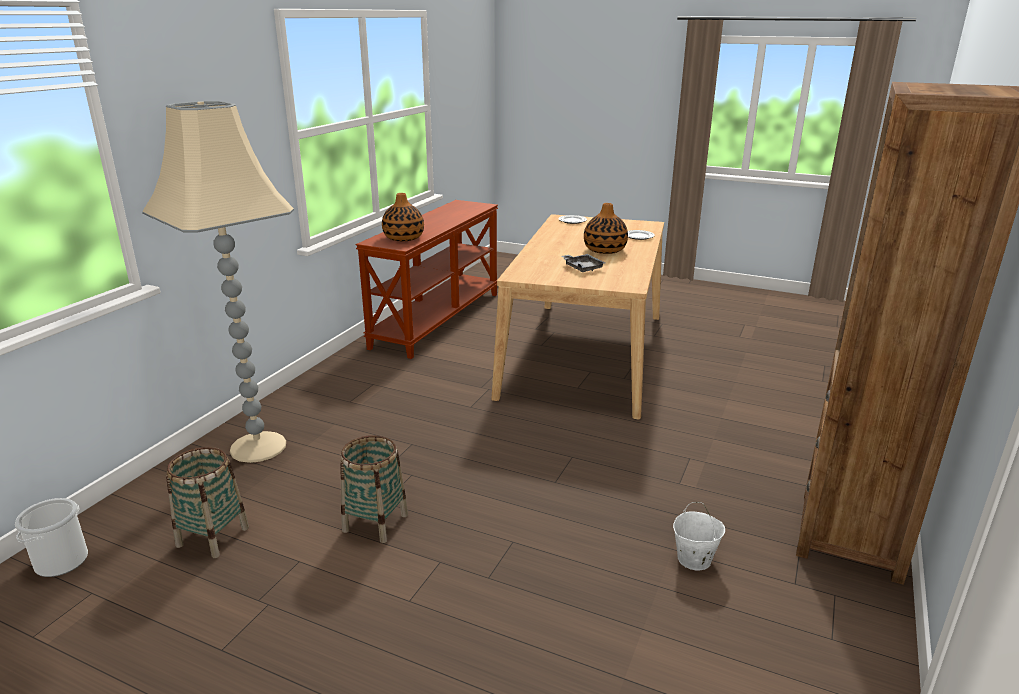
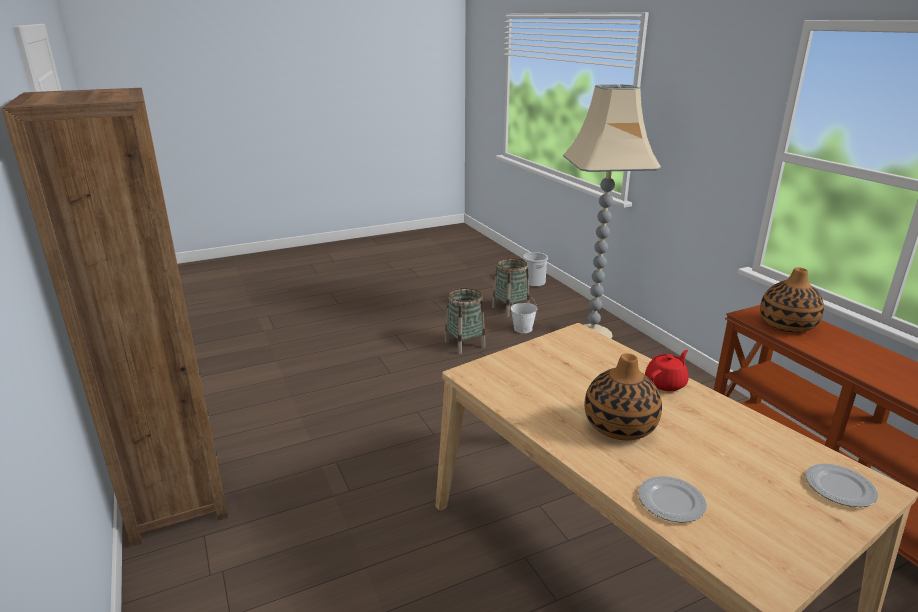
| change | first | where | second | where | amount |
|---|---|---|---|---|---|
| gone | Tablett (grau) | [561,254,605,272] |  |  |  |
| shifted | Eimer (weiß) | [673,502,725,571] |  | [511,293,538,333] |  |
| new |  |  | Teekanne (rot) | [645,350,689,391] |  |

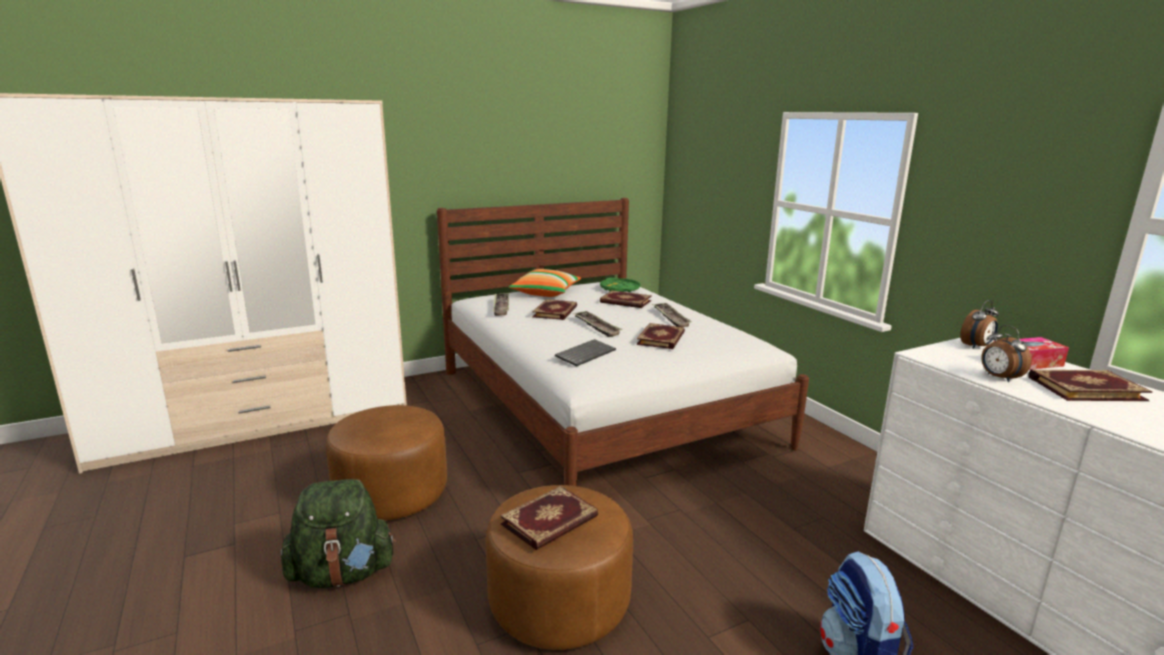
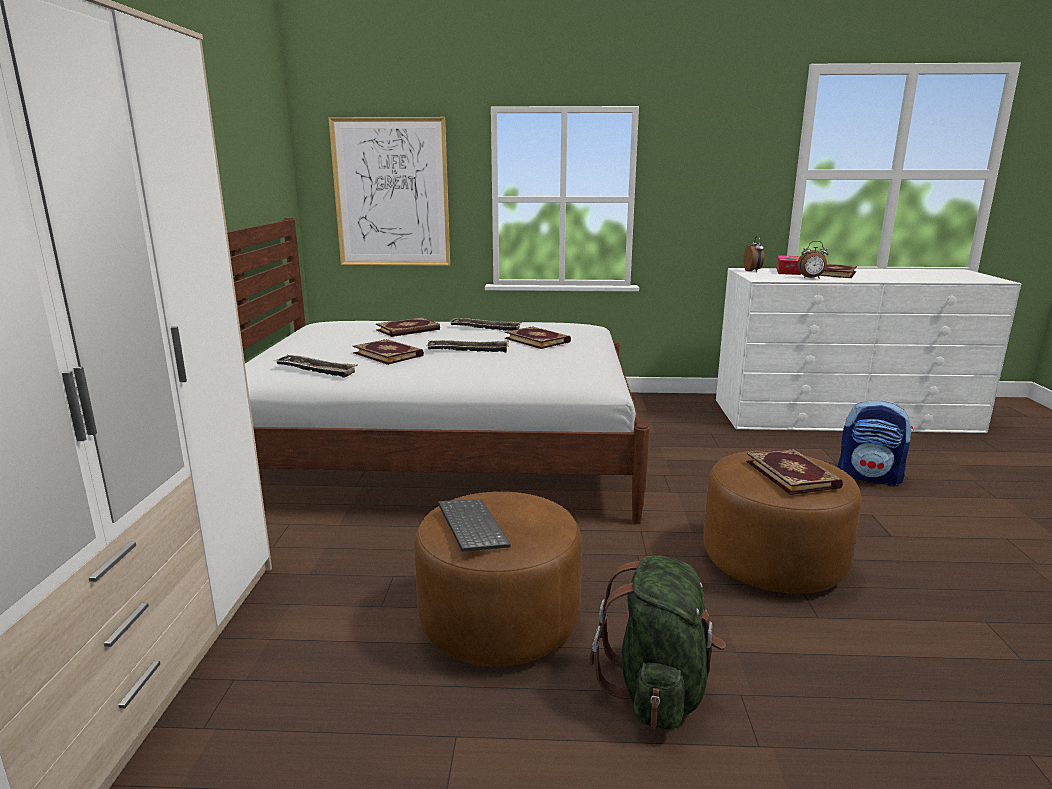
| change | first | where | second | where | amount |
|---|---|---|---|---|---|
| gone | Kissen | [509,269,581,297] |  |  |  |
| gone | Tablett (grün) | [600,278,641,292] |  |  |  |
| shifted | Tastatur | [555,339,616,366] |  | [438,499,511,552] |  |
| new |  |  | Bild | [328,117,450,266] |  |

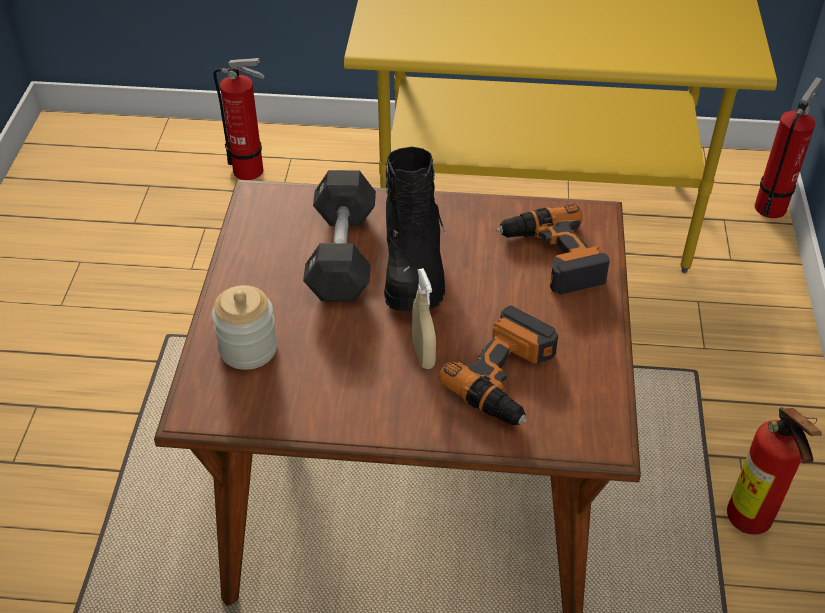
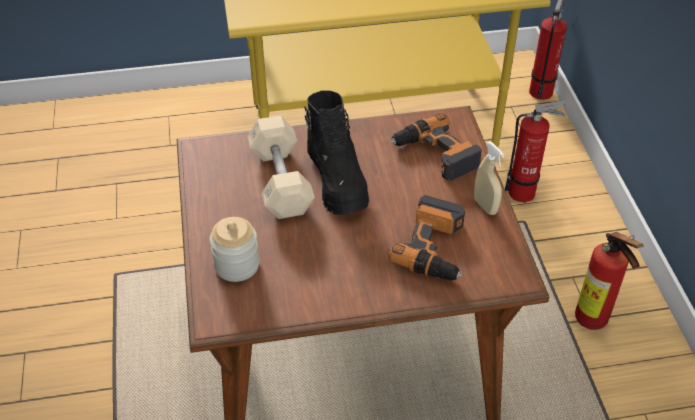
| change | first | where | second | where | amount |
|---|---|---|---|---|---|
| shifted | Feuerlöscher | [214,58,265,180] |  | [505,100,565,202] |  |
| repainted | Hantel (schwarz) | [303,170,376,302] | Hantel (beige) | [247,115,315,219] |  |
| shifted | Sprühflasche (beige) | [412,268,436,369] |  | [474,142,505,215] |  |

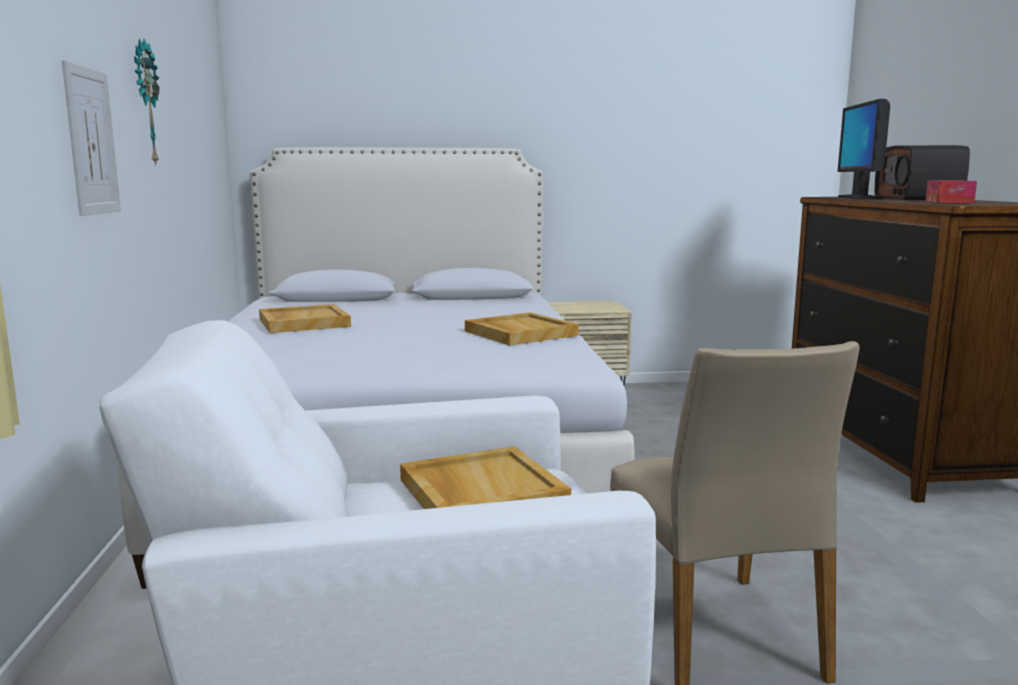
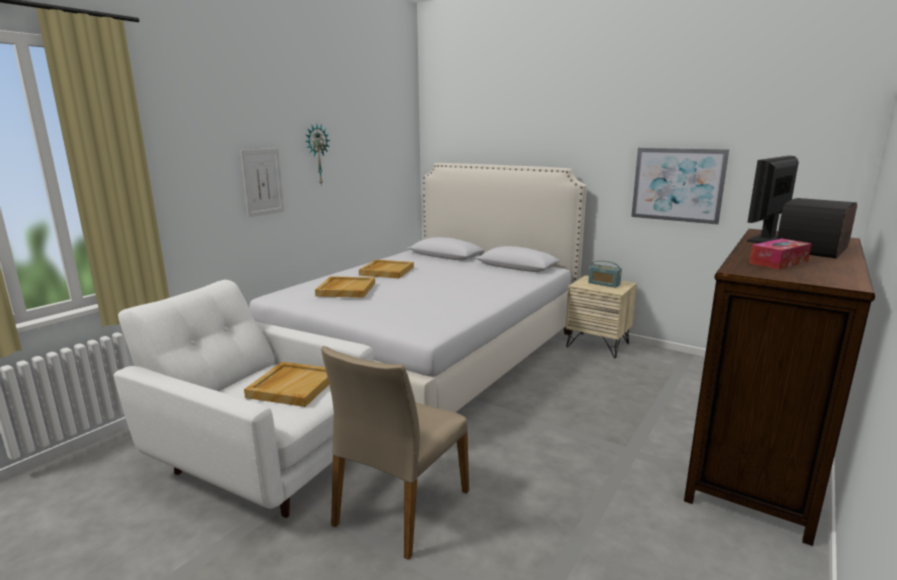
| change | first | where | second | where | amount |
|---|---|---|---|---|---|
| shifted | Tablett (beige) | [465,312,579,346] |  | [315,276,375,298] |  |
| new |  |  | Bild | [631,148,729,224] |  |
| new |  |  | Radio | [588,260,622,288] |  |

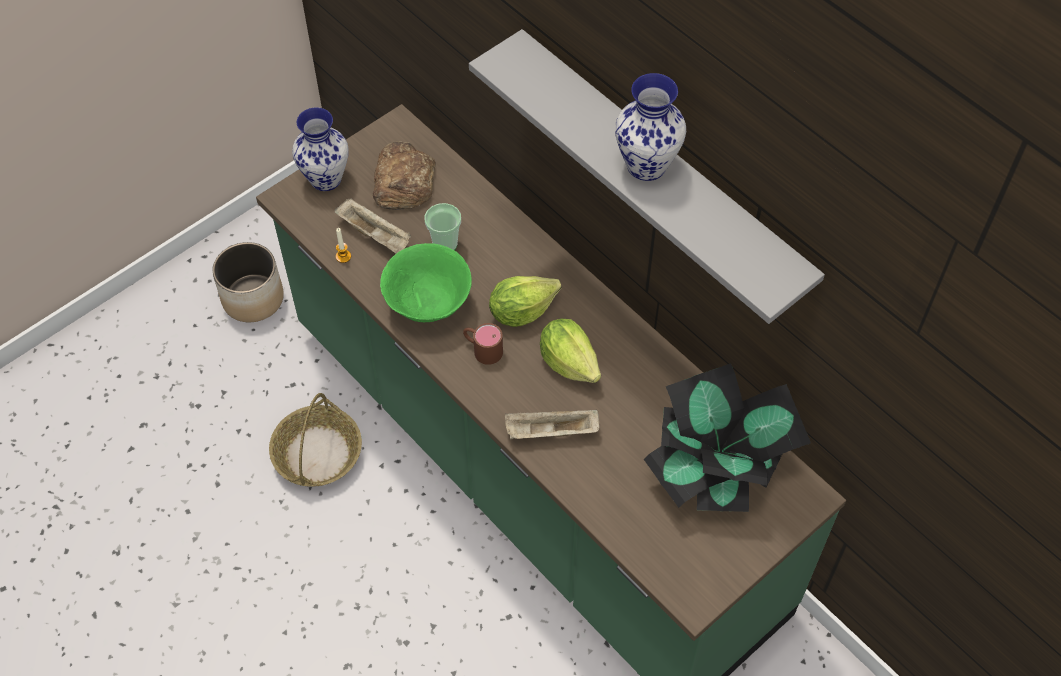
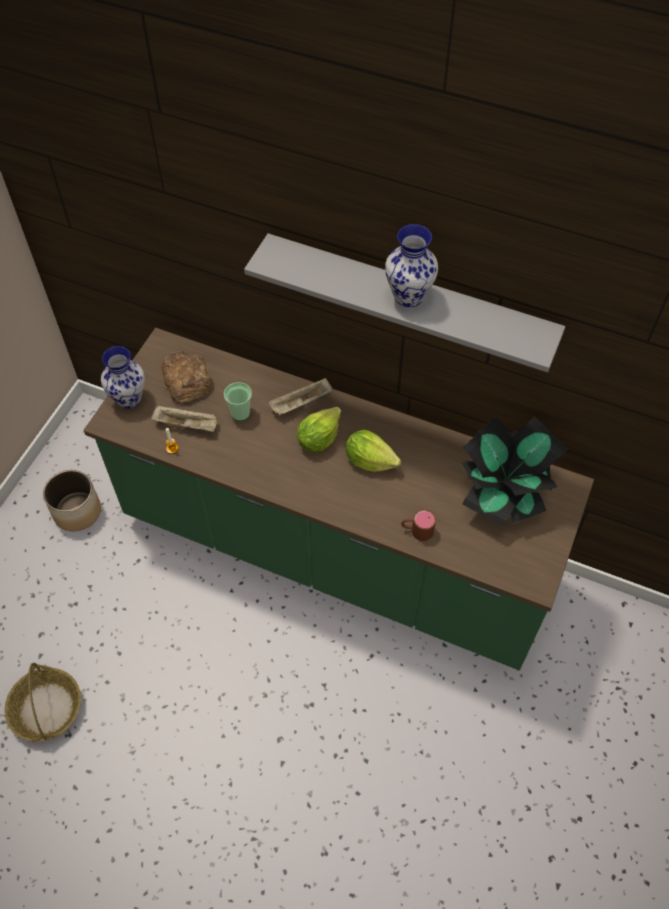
| change | first | where | second | where | amount |
|---|---|---|---|---|---|
| gone | Schüssel (grün) | [380,243,472,322] |  |  |  |
| shifted | Henkelbecher (braun) | [463,323,503,365] |  | [401,509,436,541] |  |
| shifted | Korb | [269,393,362,487] |  | [5,663,81,742] |  |
| shifted | Tablett (beige) | [505,409,600,439] |  | [268,378,332,416] |  |

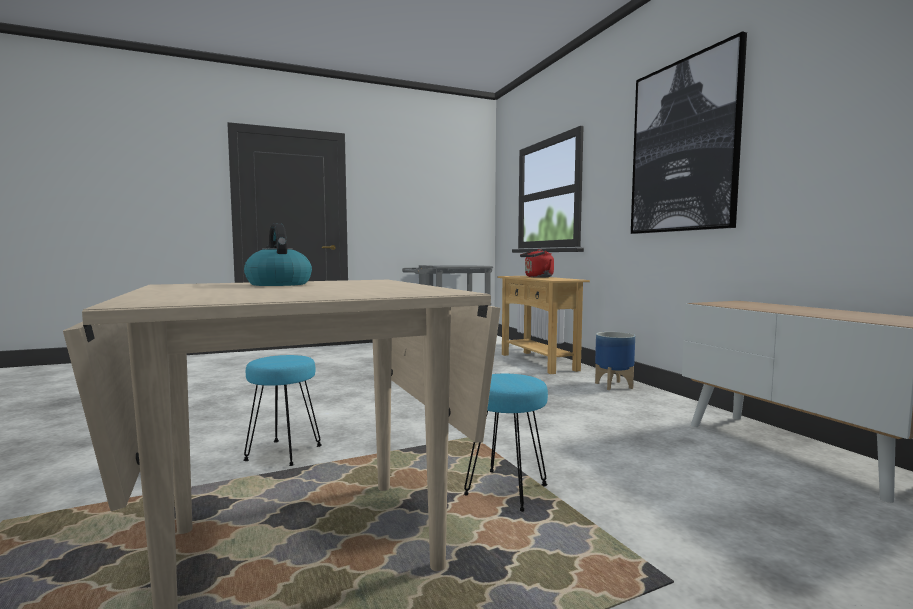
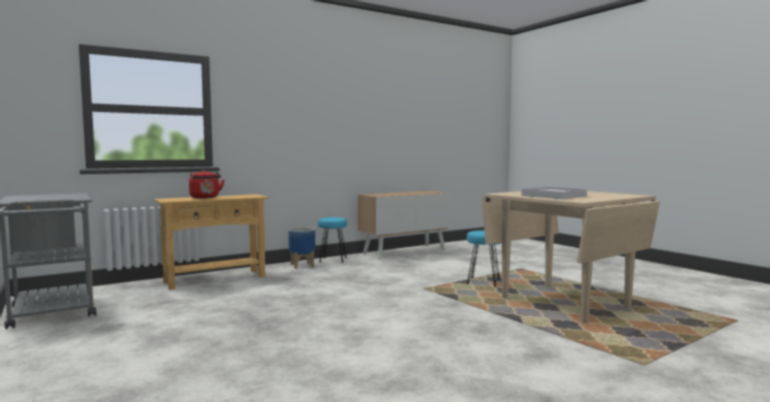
| change | first | where | second | where | amount |
|---|---|---|---|---|---|
| gone | Bild | [631,31,747,234] |  |  |  |
| swapped | Wasserkessel | [244,223,312,286] | Tablett (weiß) | [521,187,587,199] |  |
| shifted | Hocker (türkis) | [243,355,322,466] |  | [318,217,347,263] |  |

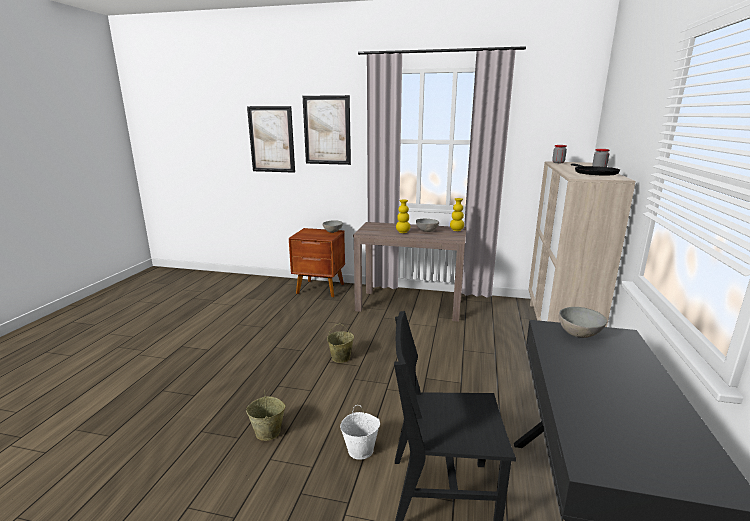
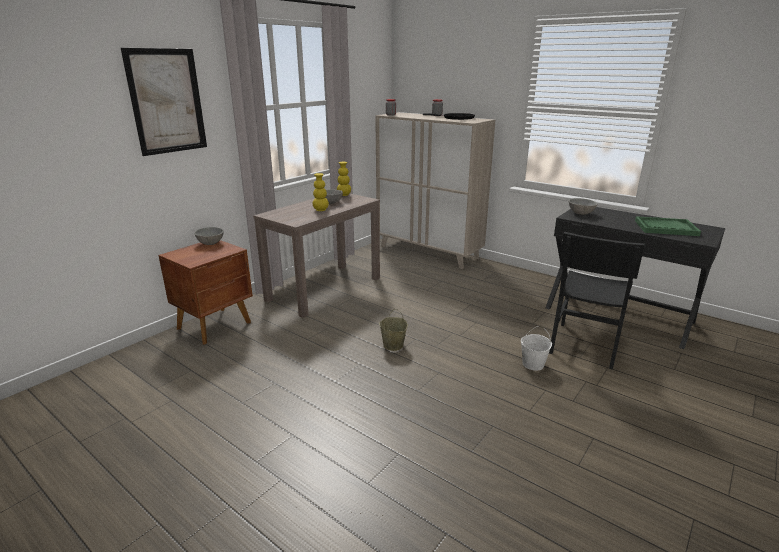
| change | first | where | second | where | amount |
|---|---|---|---|---|---|
| gone | Bild | [247,106,295,173] |  |  |  |
| gone | Eimer (beige) | [246,389,286,441] |  |  |  |
| new |  |  | Tablett (grün) | [635,216,701,236] |  |

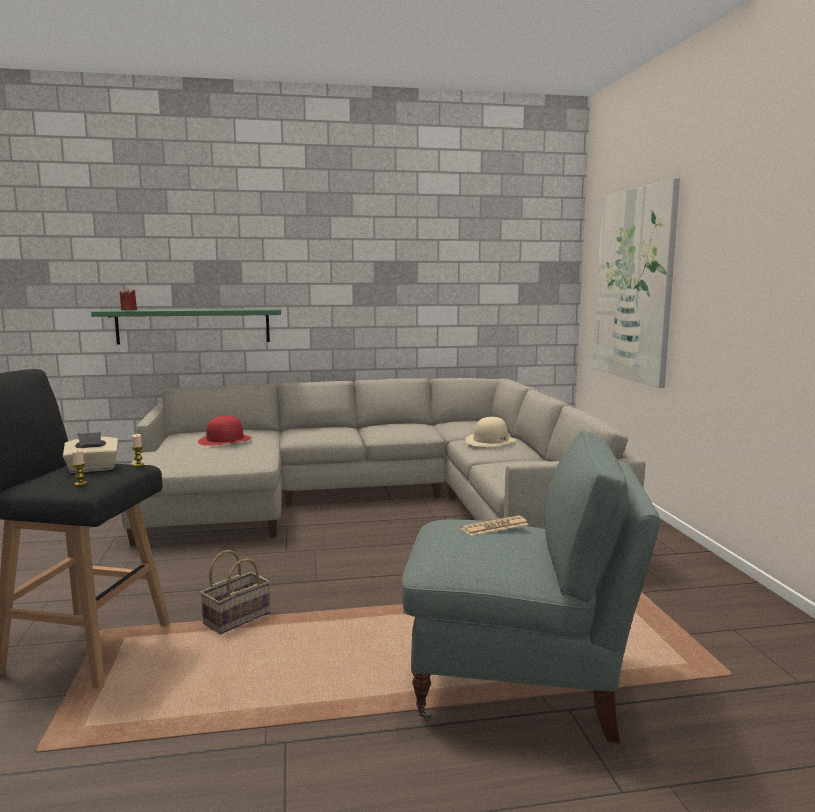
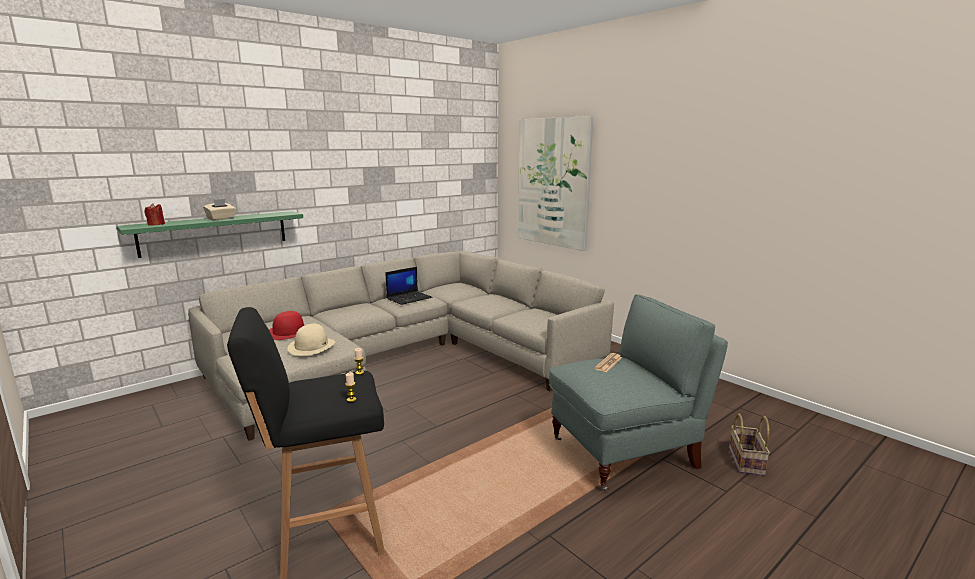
| change | first | where | second | where | amount |
|---|---|---|---|---|---|
| shifted | Hut (beige) | [466,417,516,447] |  | [287,324,335,356] |  |
| shifted | Taschentuchbox (beige) | [63,432,119,473] |  | [203,199,236,220] |  |
| shifted | Korb | [200,550,270,634] |  | [729,414,770,476] |  |
| new |  |  | Laptop | [386,267,432,305] |  |

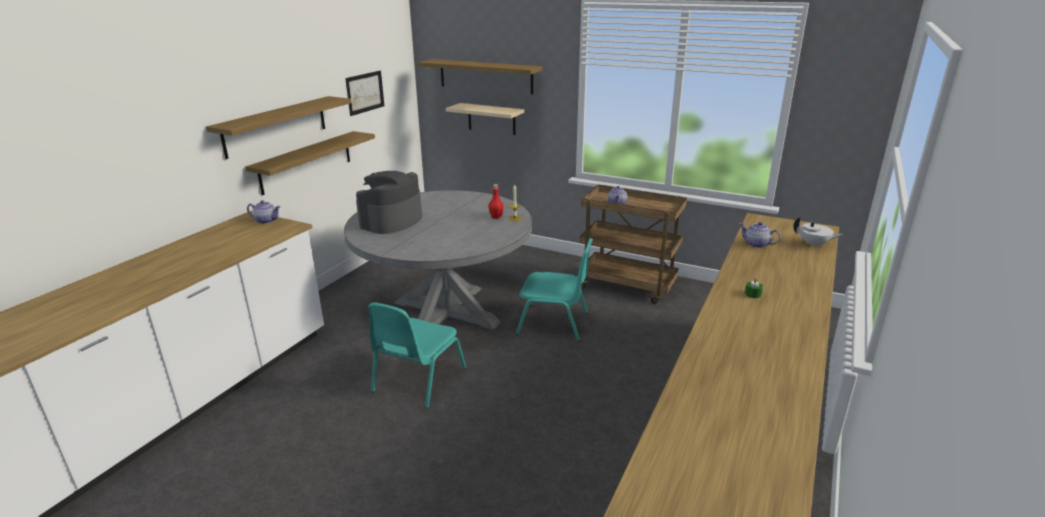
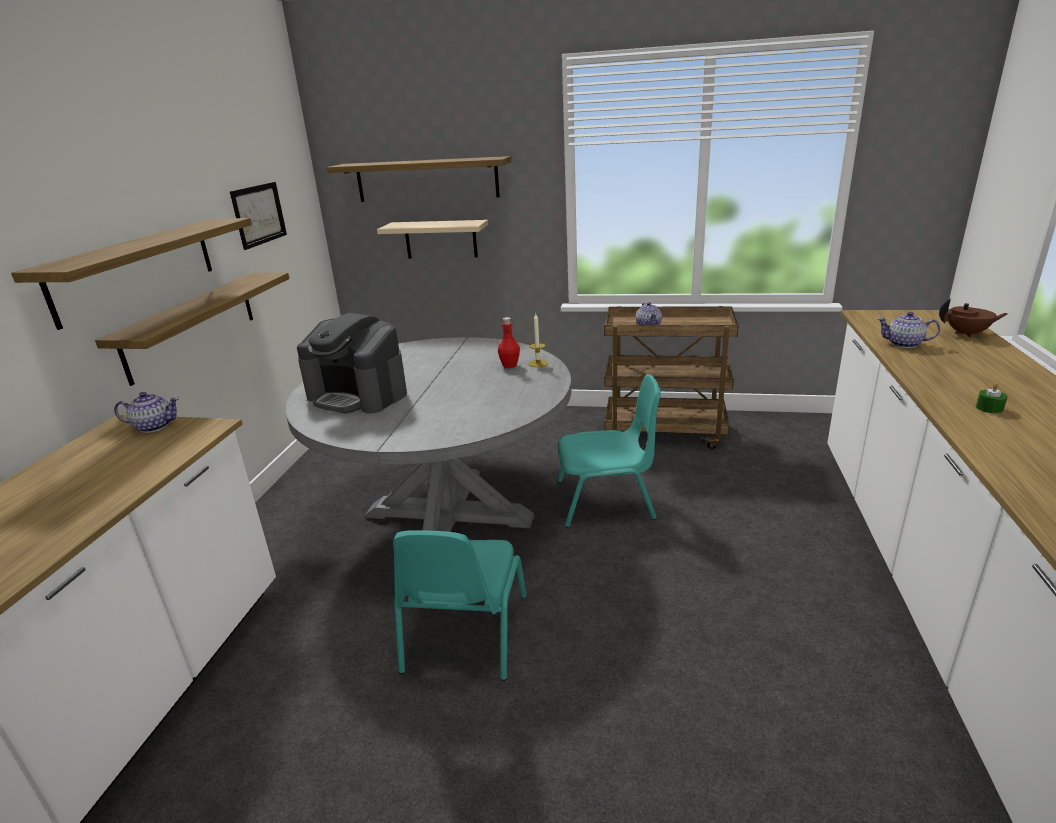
| change | first | where | second | where | amount |
|---|---|---|---|---|---|
| rotated | Kaffeemaschine | [356,171,422,234] |  | [297,313,407,414] | 75 degrees counterclockwise |
| repainted | Teekanne (weiß) | [793,217,843,248] | Teekanne (braun) | [939,299,1008,338] |  |

